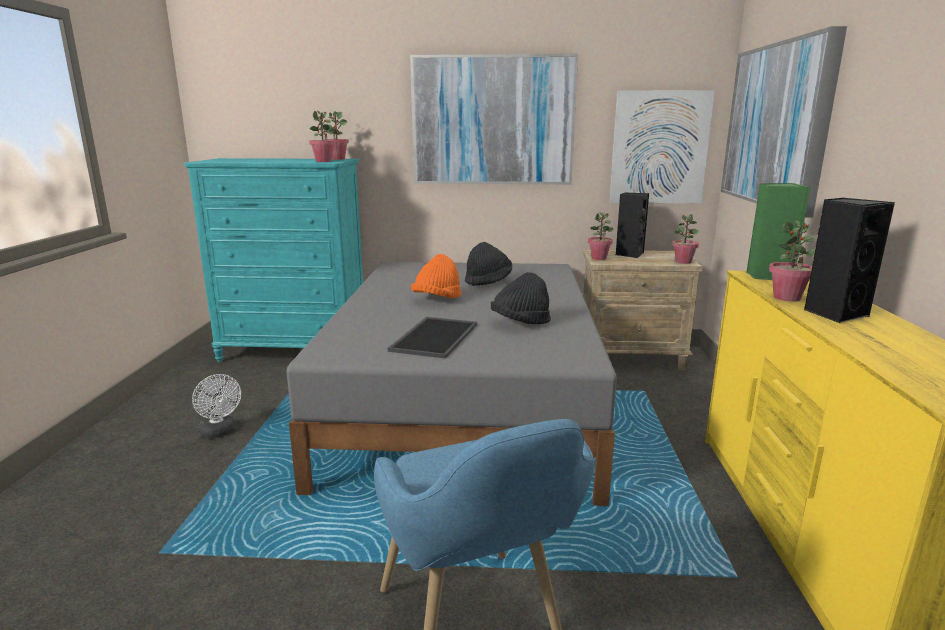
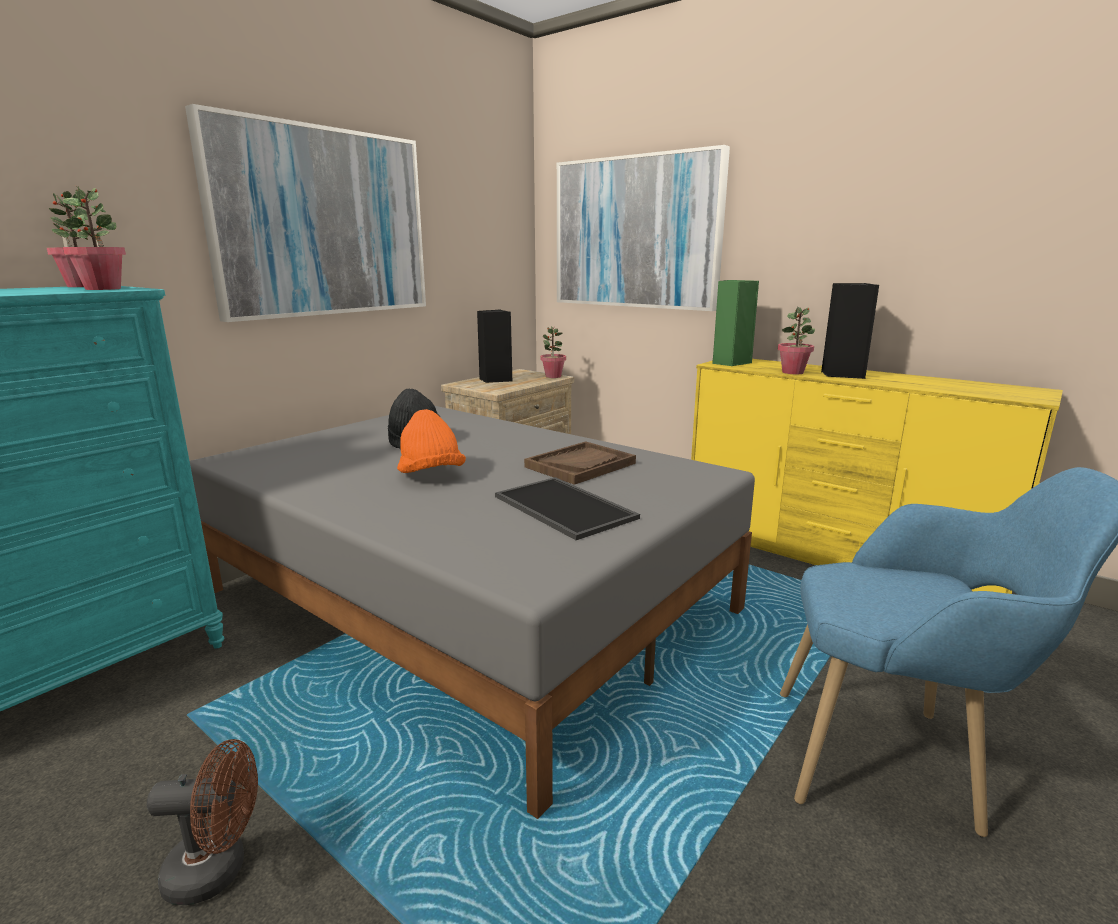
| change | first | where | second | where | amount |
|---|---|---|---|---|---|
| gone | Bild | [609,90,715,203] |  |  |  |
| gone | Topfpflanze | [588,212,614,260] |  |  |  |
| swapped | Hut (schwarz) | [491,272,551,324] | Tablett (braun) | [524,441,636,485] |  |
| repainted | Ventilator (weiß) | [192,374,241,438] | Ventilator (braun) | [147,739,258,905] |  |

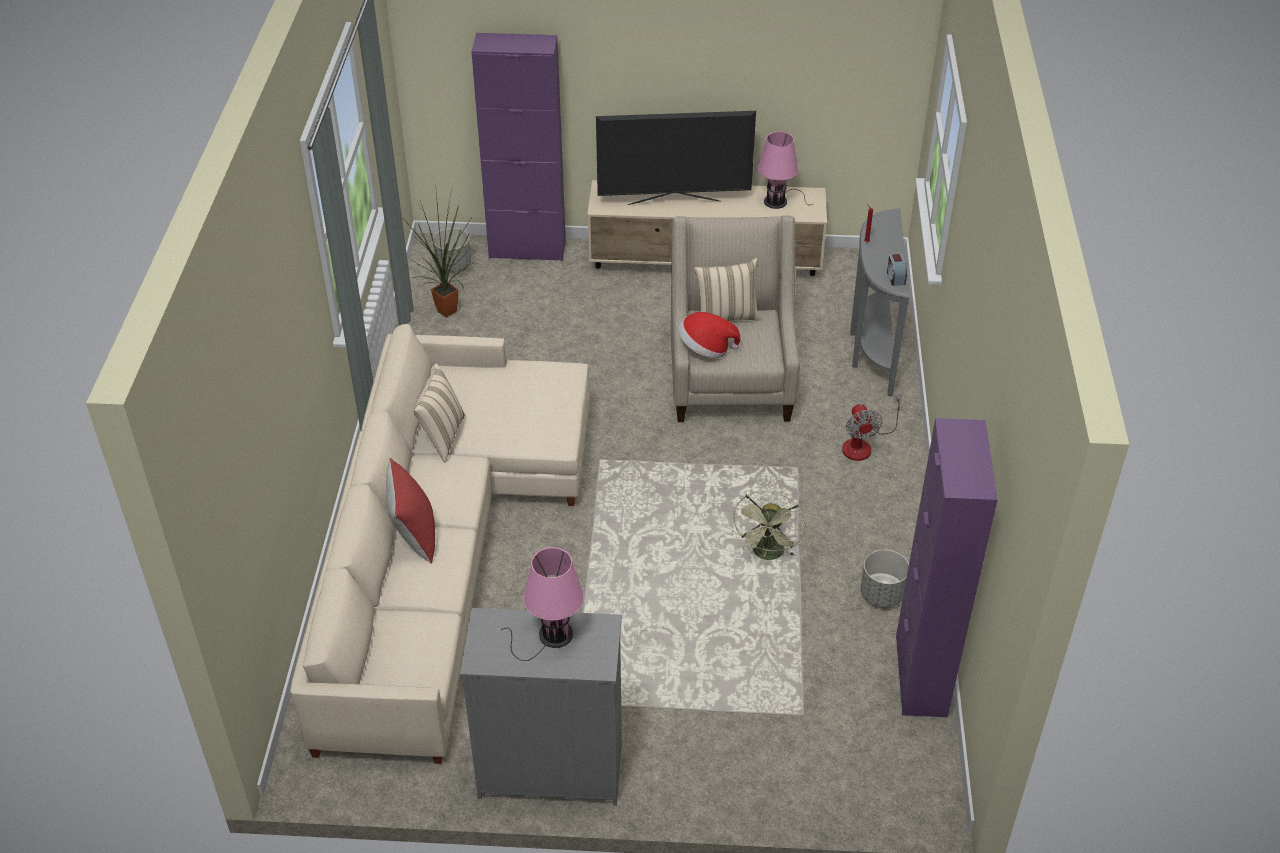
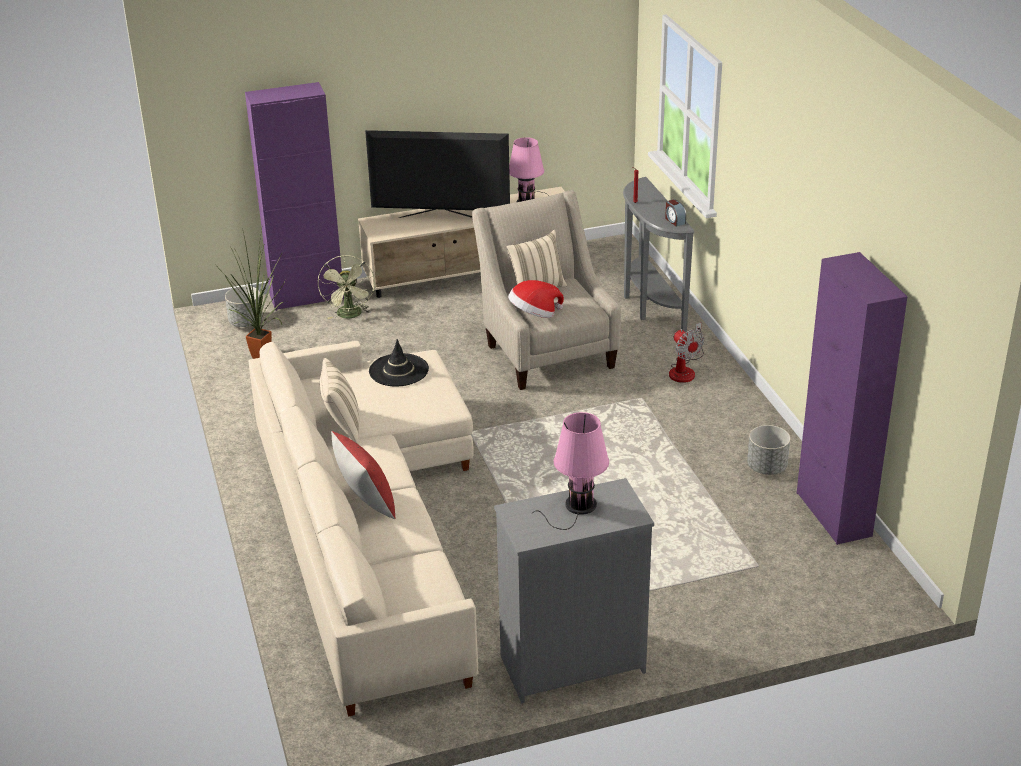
| change | first | where | second | where | amount |
|---|---|---|---|---|---|
| rotated | Fernseher | [596,111,756,205] |  | [365,130,510,218] | 150 degrees counterclockwise |
| shifted | Ventilator (grün) | [732,491,806,560] |  | [318,255,375,319] |  |
| new |  |  | Hut (schwarz) | [369,339,429,387] |  |

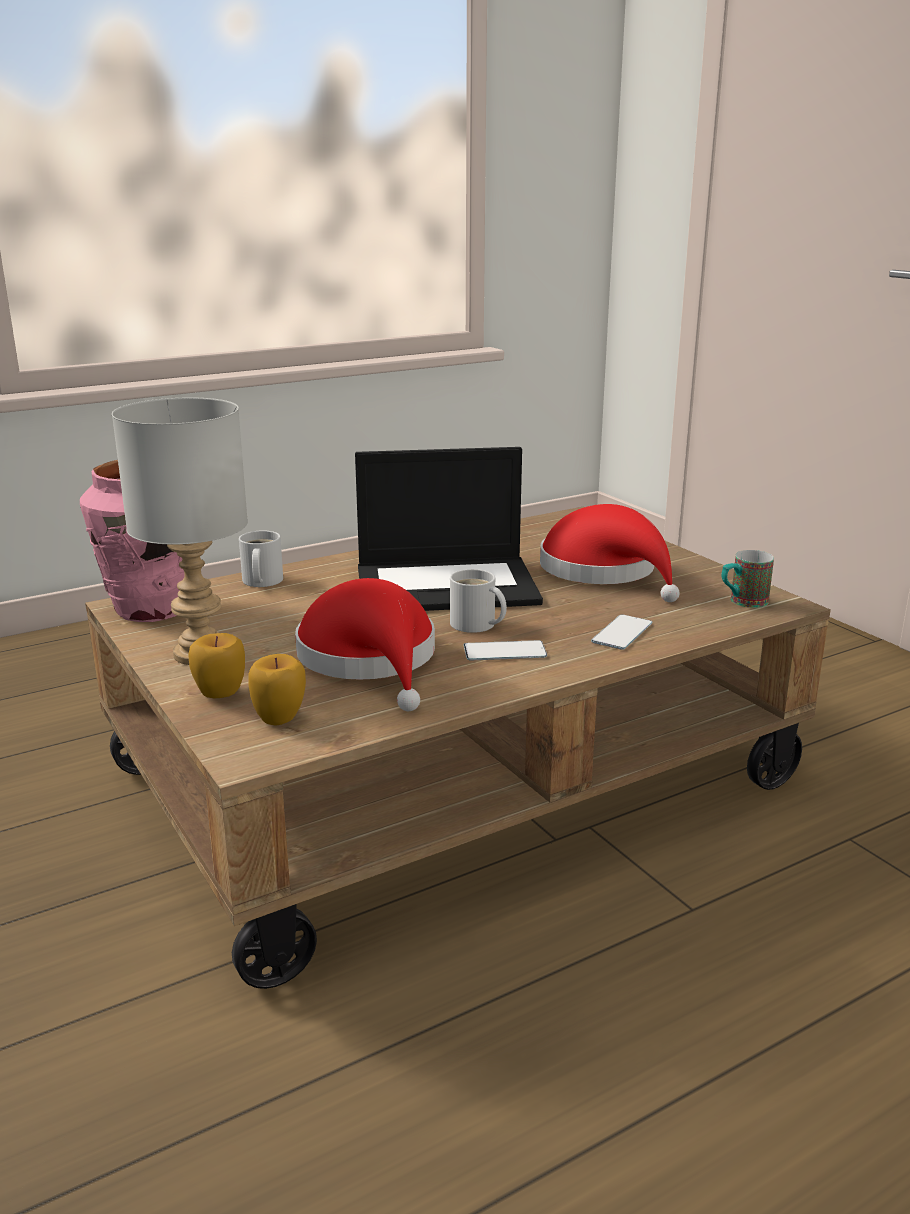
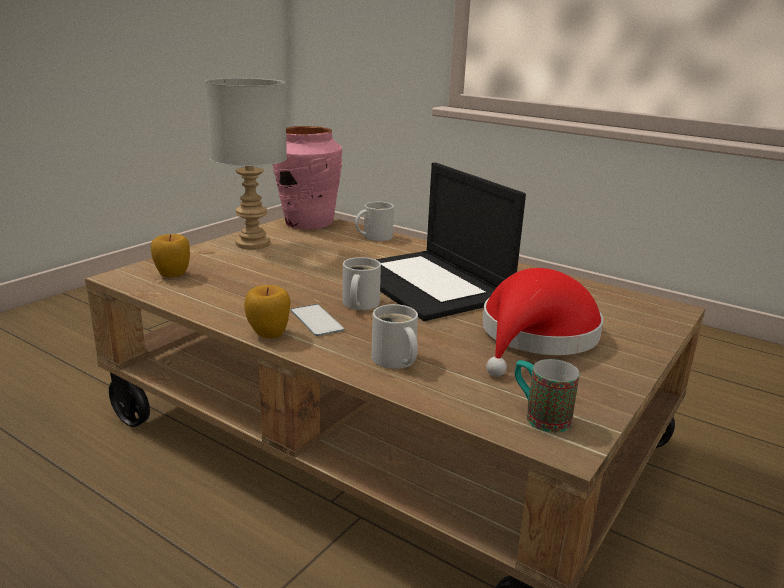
| change | first | where | second | where | amount |
|---|---|---|---|---|---|
| gone | Hut (rot) | [295,578,435,711] |  |  |  |
| swapped | Handy | [591,614,652,650] | Henkelbecher (weiß) | [371,304,418,369] |  |
| shifted | Apfel | [188,633,245,698] |  | [244,285,291,339] |  |

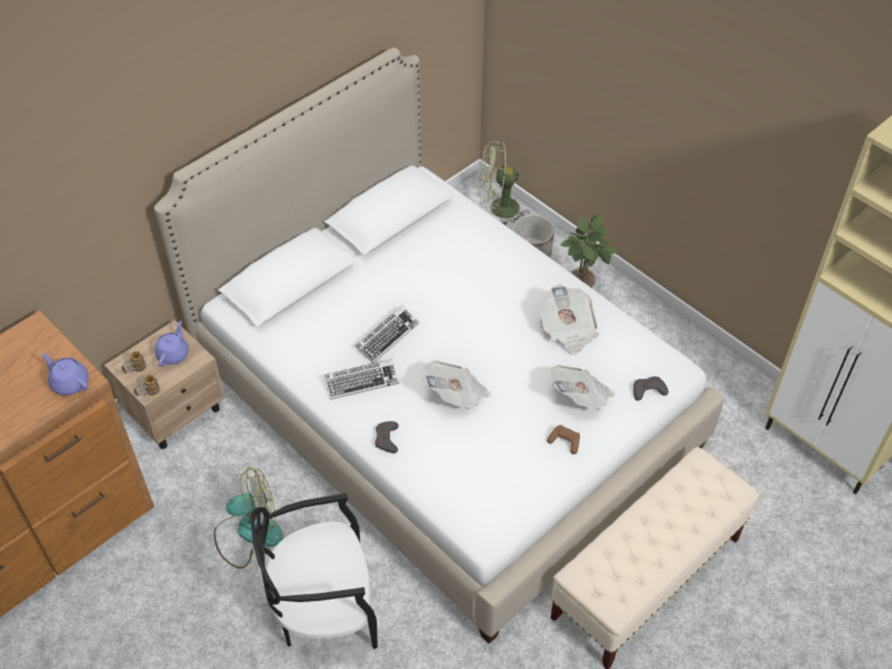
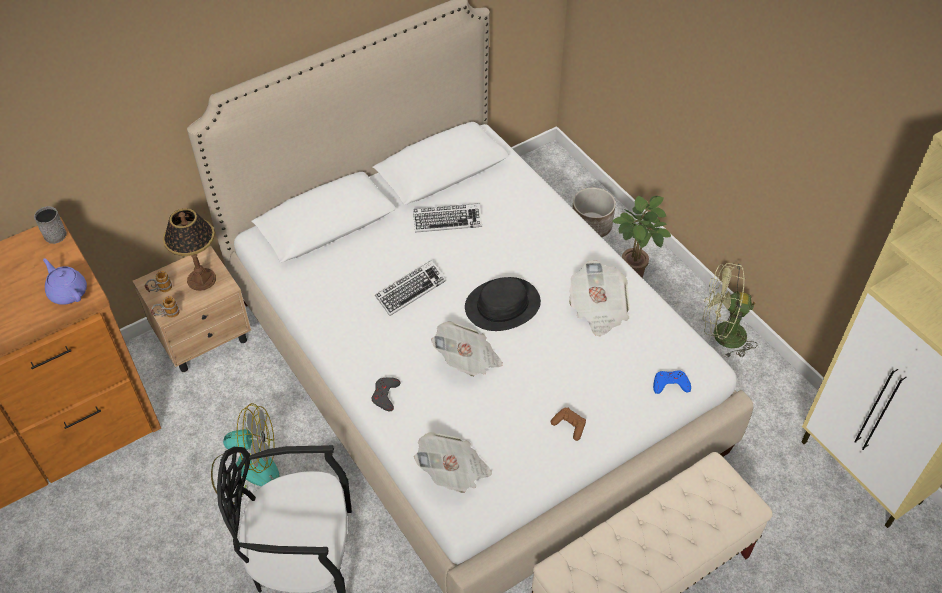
| change | first | where | second | where | amount |
|---|---|---|---|---|---|
| shifted | Ventilator (grün) | [479,142,529,226] |  | [703,263,757,357] |  |
| swapped | Teekanne (lila) | [155,321,189,367] | Tischlampe | [163,208,216,291] |  |
| shifted | Tastatur | [324,359,399,400] |  | [413,203,482,233] |  |
| shifted | Zeitung | [551,365,615,410] |  | [414,432,492,493] |  |
| repainted | Gamepad (grau) | [633,376,668,401] | Gamepad (blau) | [653,370,691,394] |  |
| new |  |  | Henkelbecher (grau) | [34,206,67,244] |  |
| new |  |  | Hut (schwarz) | [465,277,541,331] |  |

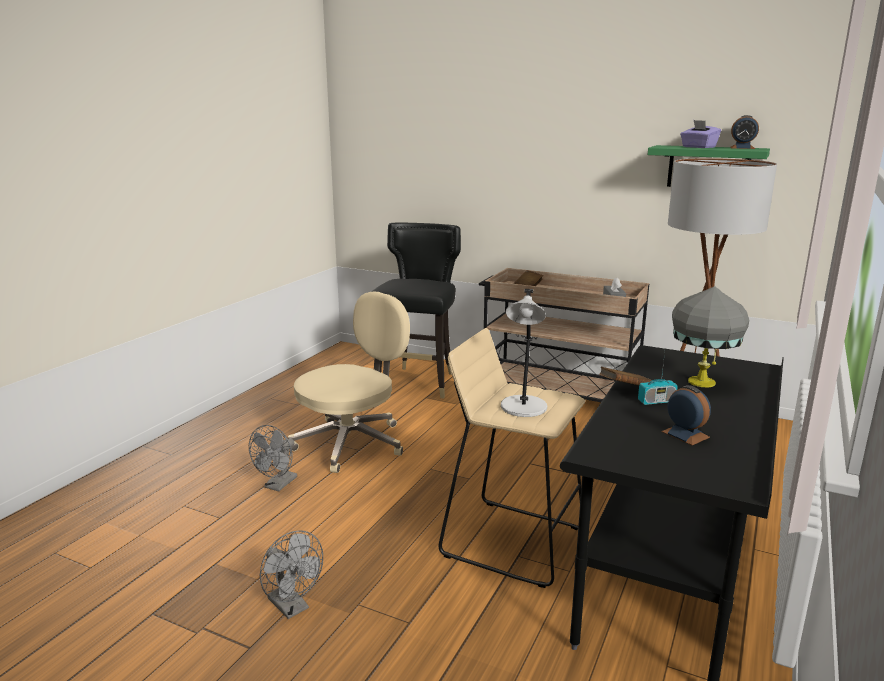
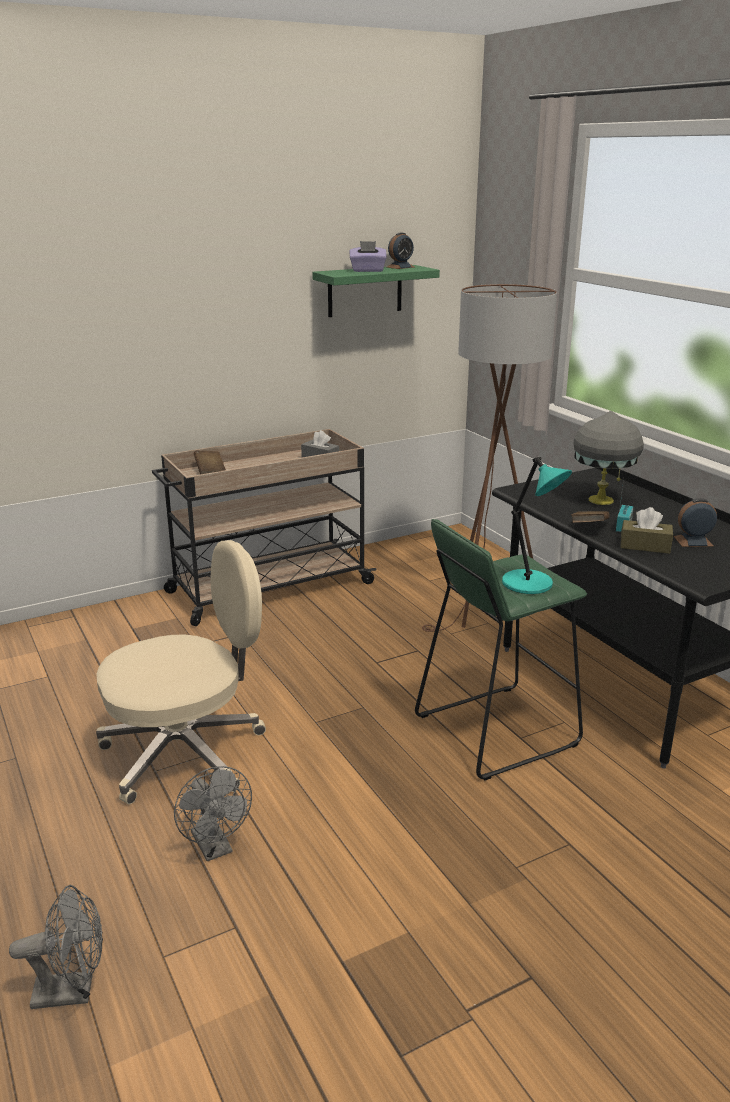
| change | first | where | second | where | amount |
|---|---|---|---|---|---|
| gone | Stuhl (schwarz) | [371,222,461,399] |  |  |  |
| repainted | Tischlampe (grau) | [501,289,547,417] | Tischlampe (türkis) | [502,457,572,594] |  |
| rotated | Bürostuhl (beige) | [288,292,410,473] |  | [96,540,266,804] | 75 degrees clockwise |
| repainted | Hocker (beige) | [439,328,586,588] | Hocker (grün) | [415,519,587,781] |  |
| shifted | Ventilator (grau) | [260,530,323,619] |  | [9,885,103,1009] |  |
| new |  |  | Taschentuchbox (braun) | [620,507,673,554] |  |

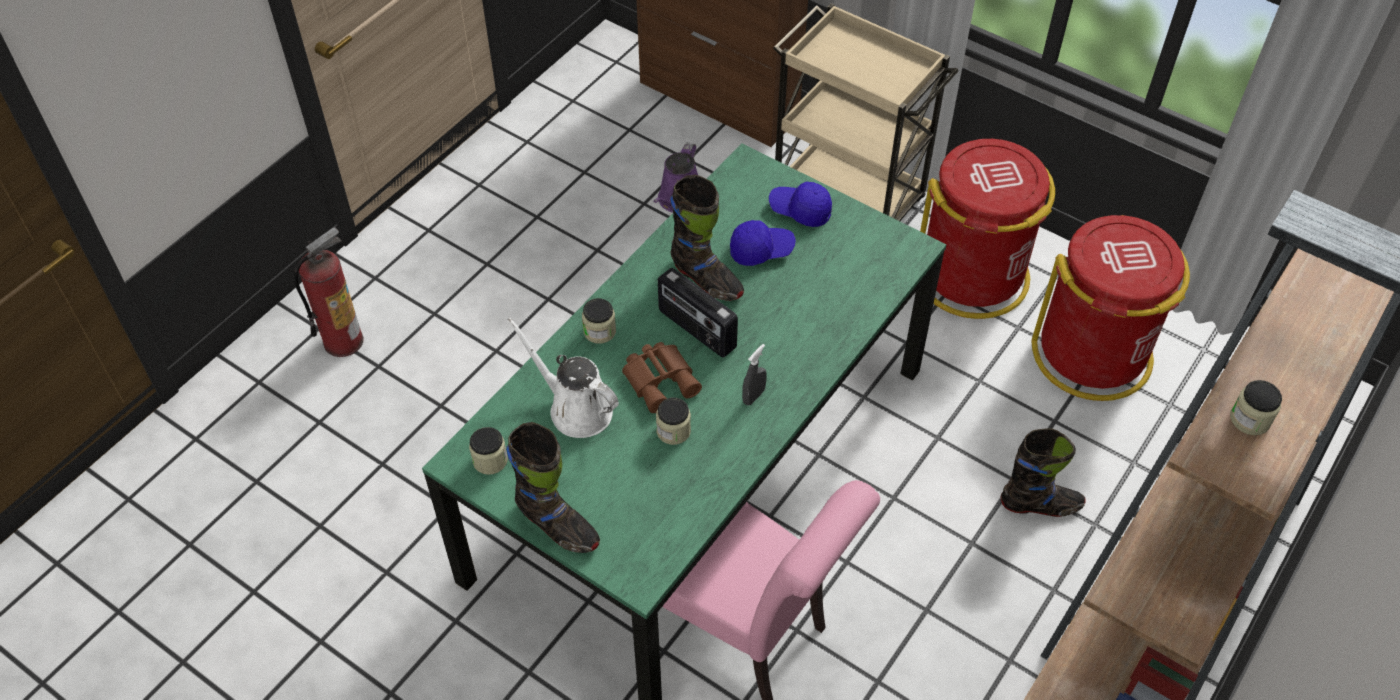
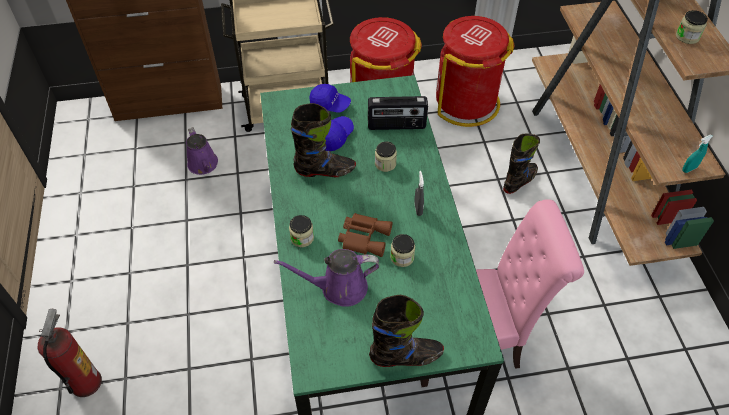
| change | first | where | second | where | amount |
|---|---|---|---|---|---|
| rotated | Kappe (blau) | [769,182,832,227] |  | [310,84,351,113] | 135 degrees counterclockwise |
| shifted | Radio | [658,268,738,358] |  | [368,96,428,130] |  |
| repainted | Gießkanne (weiß) | [507,318,619,438] | Gießkanne (lila) | [274,249,379,307] |  |
| shifted | Vorratsglas | [469,427,508,475] |  | [375,141,397,172] |  |
| new |  |  | Sprühflasche (türkis) | [682,135,713,173] |  |

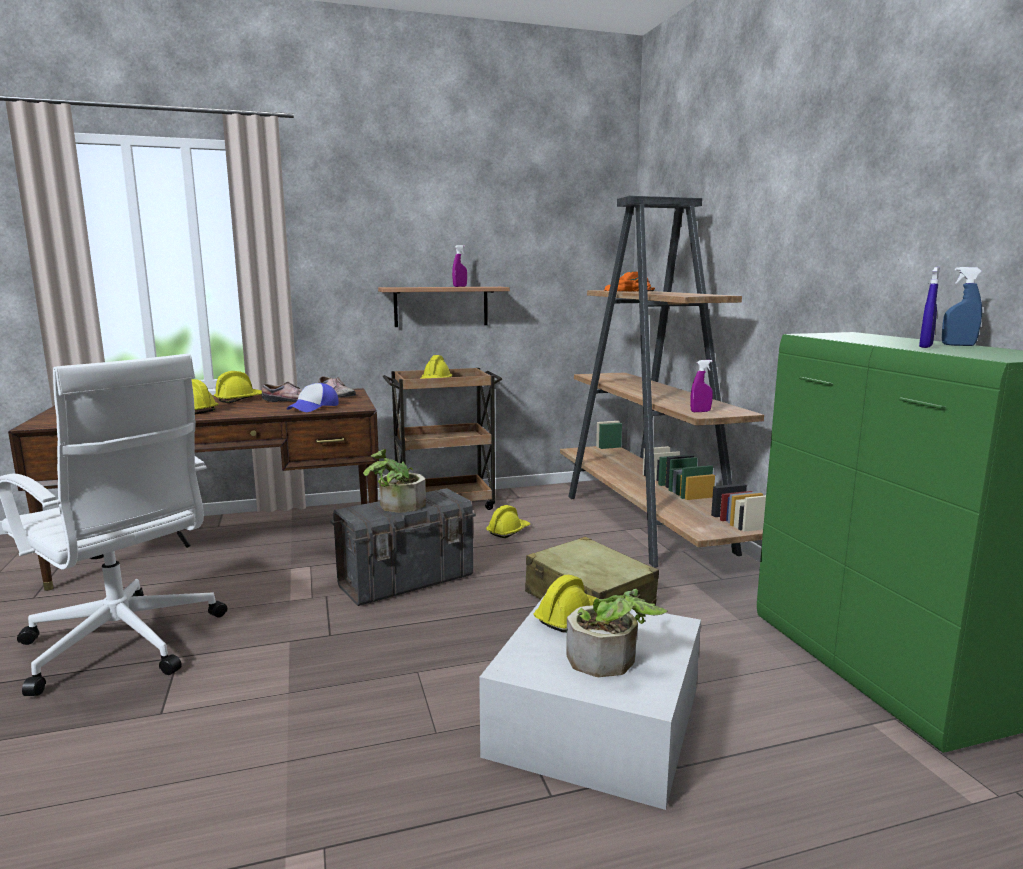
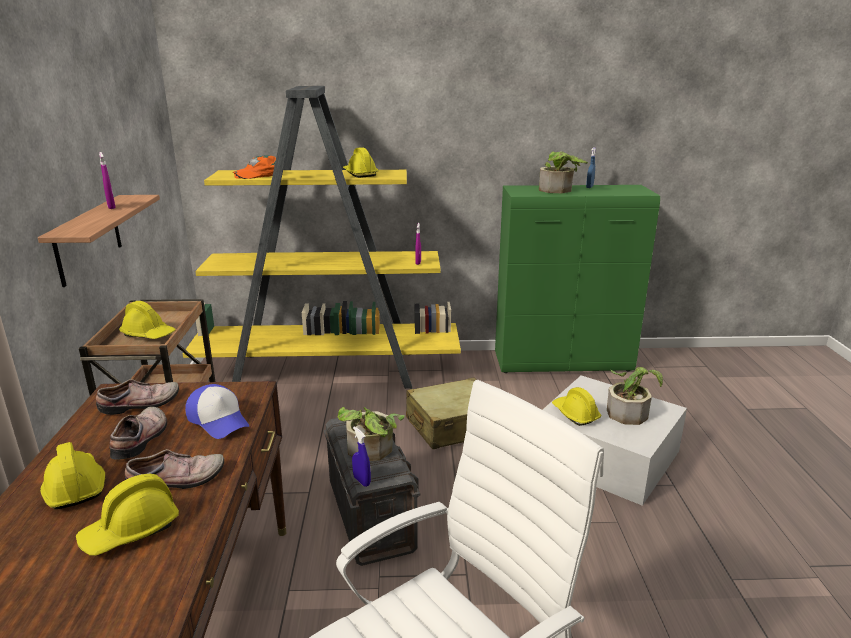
| change | first | where | second | where | amount |
|---|---|---|---|---|---|
| repainted | Bücherregal (braun) | [560,196,766,568] | Bücherregal (gelb) | [183,86,461,389] |  |
| shifted | Sprühflasche (blau) | [919,267,940,348] |  | [352,426,371,487] |  |
| shifted | Schutzhelm (gelb) | [486,505,530,538] |  | [343,147,379,178] |  |
| new |  |  | Topfpflanze | [539,151,588,193] |  |
| new |  |  | Schuh | [125,449,224,489] |  |

